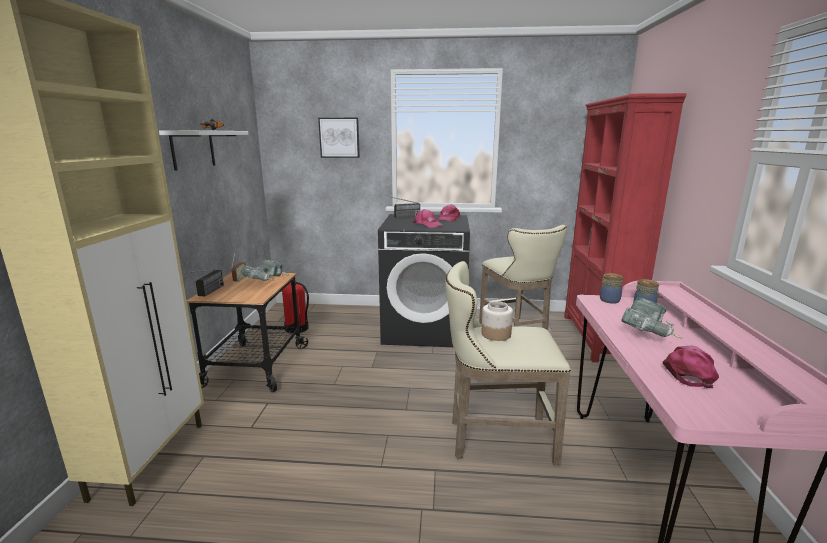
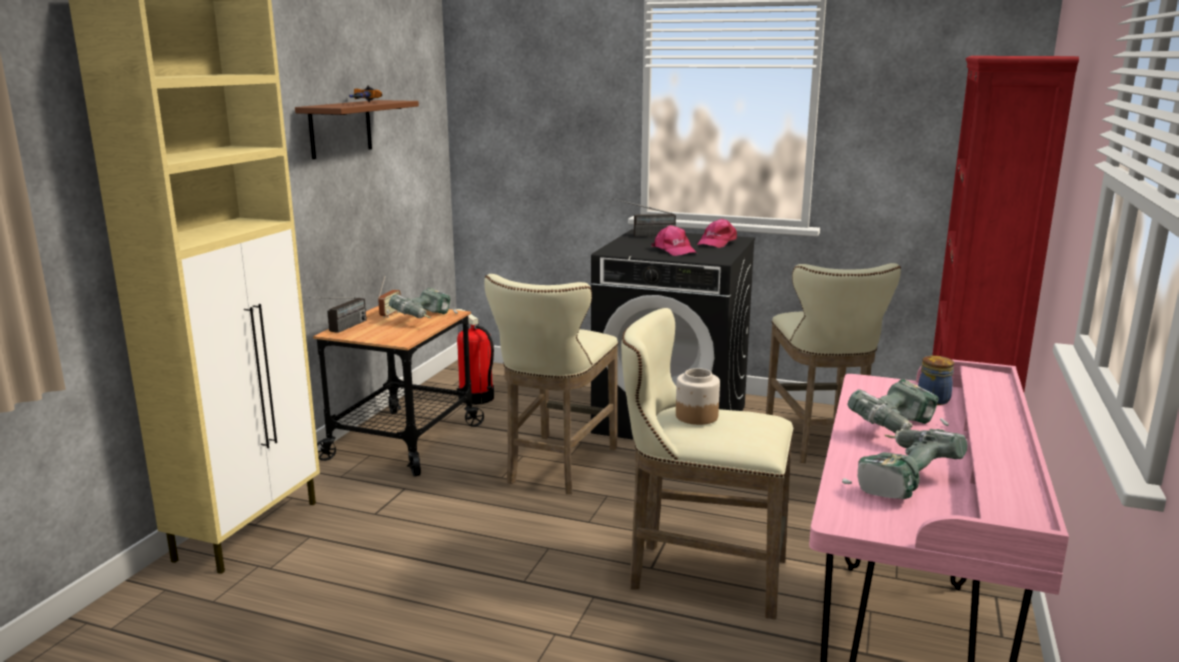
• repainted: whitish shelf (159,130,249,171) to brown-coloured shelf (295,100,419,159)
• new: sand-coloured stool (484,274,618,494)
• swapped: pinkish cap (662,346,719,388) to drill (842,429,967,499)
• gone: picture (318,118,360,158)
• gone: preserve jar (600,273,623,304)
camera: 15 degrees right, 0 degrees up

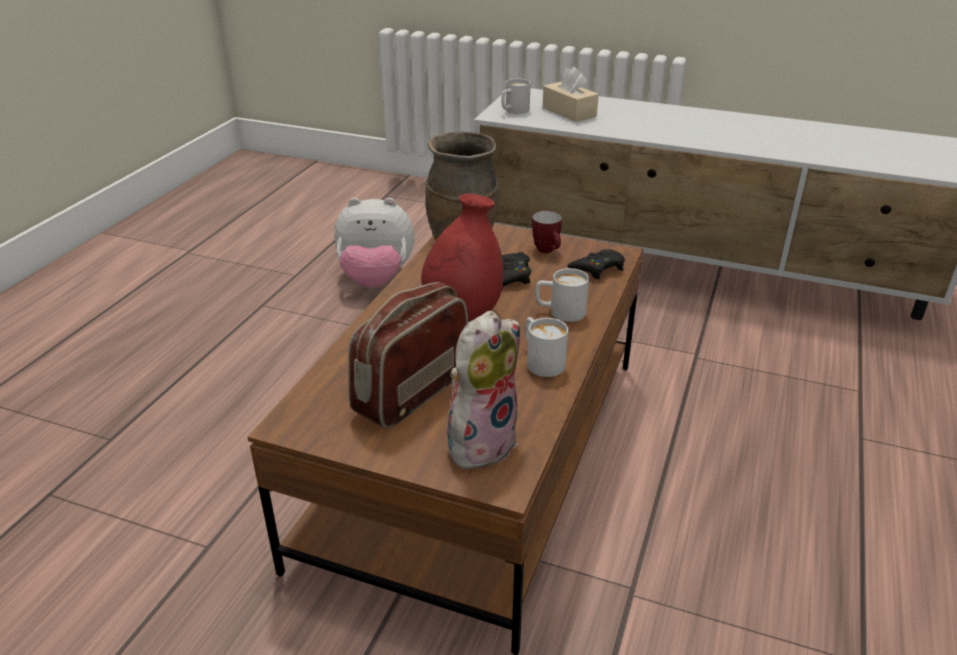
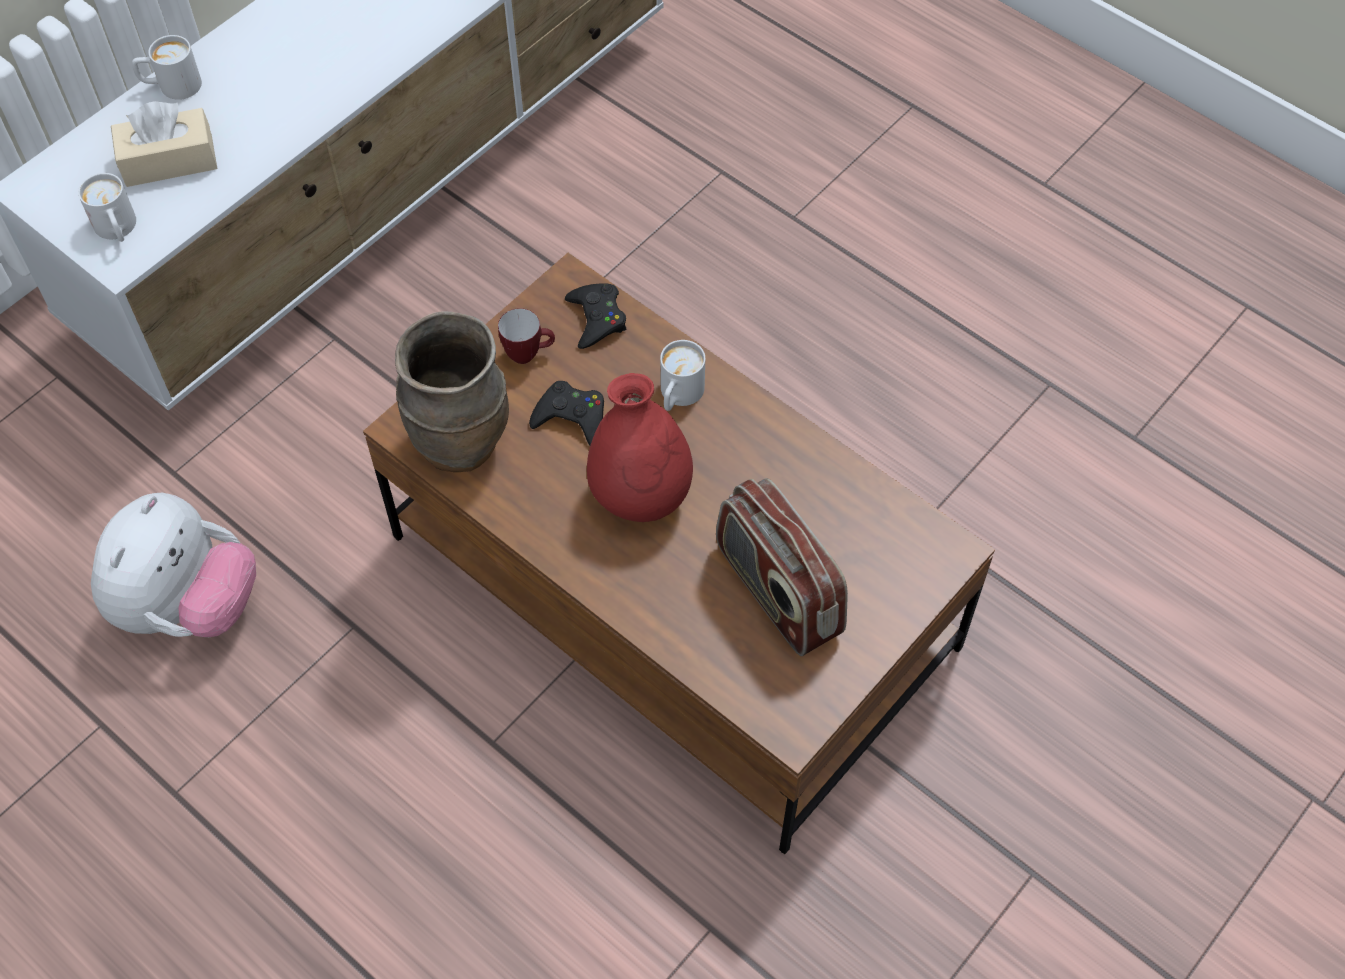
• shifted: whitish tea mug (525,317,568,377) to (132,35,202,100)
• gone: cuddly toy (447,310,520,474)
camera: 70 degrees left, 25 degrees up

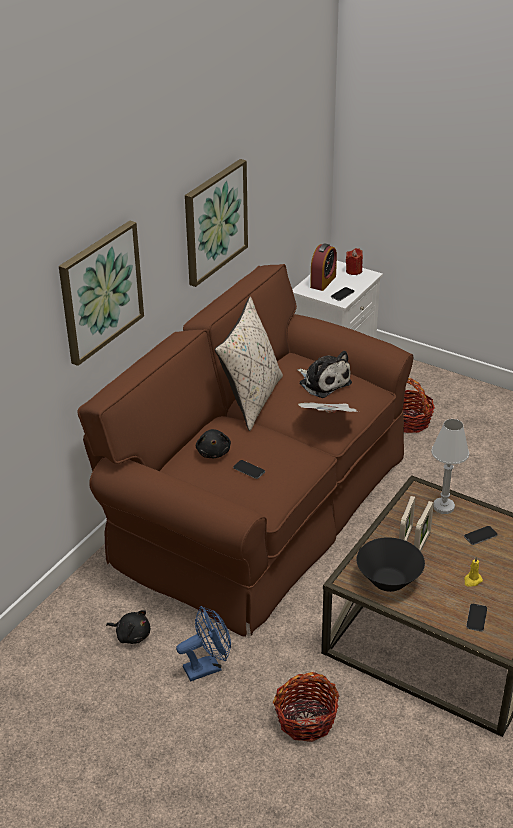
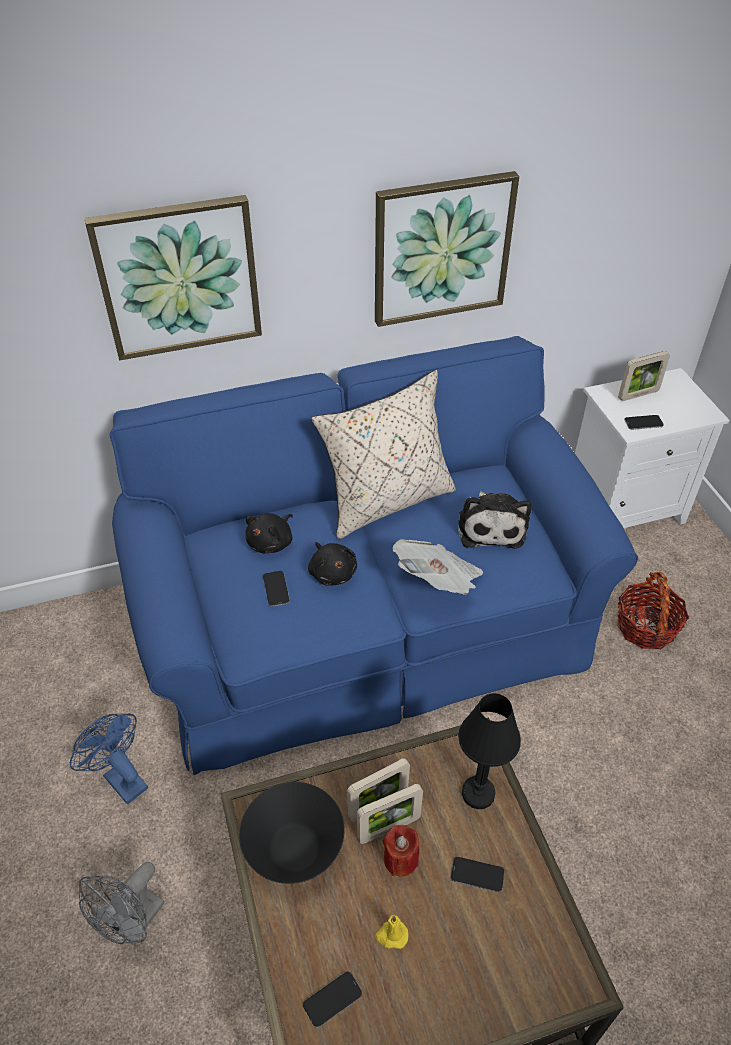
• rotated: blue fan (176,606,231,681) = (70,714,148,804) 150 degrees counterclockwise
• swapped: basket (273,672,339,742) to greyish fan (79,862,165,945)
• repainted: brown-coloured couch (77,264,413,637) to blue couch (110,336,638,775)
• shifted: black-coloured cuddly toy (106,610,150,644) to (308,542,357,586)
• shifted: red-coloured wax light (346,248,363,275) to (383,825,419,877)
• repainted: whitish tabletop lamp (431,419,469,514) to black-coloured tabletop lamp (458,693,521,809)
• swapped: bedside clock (310,243,337,291) to picture frame (618,351,670,401)
camera: 40 degrees right, 10 degrees up

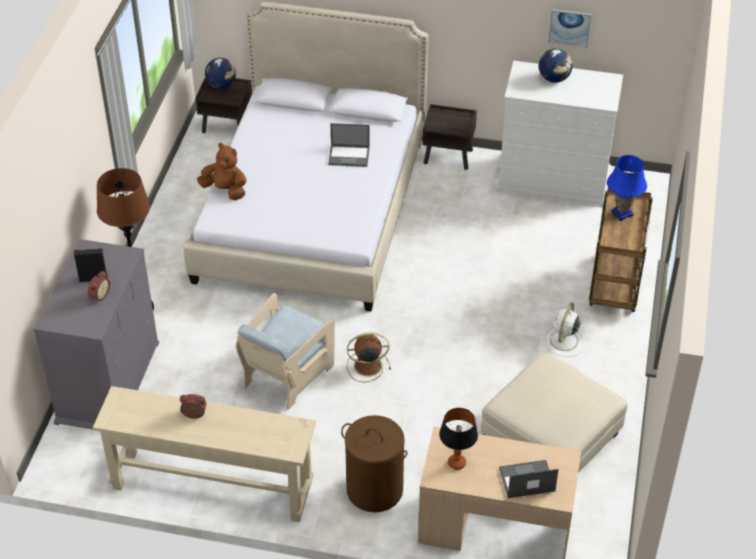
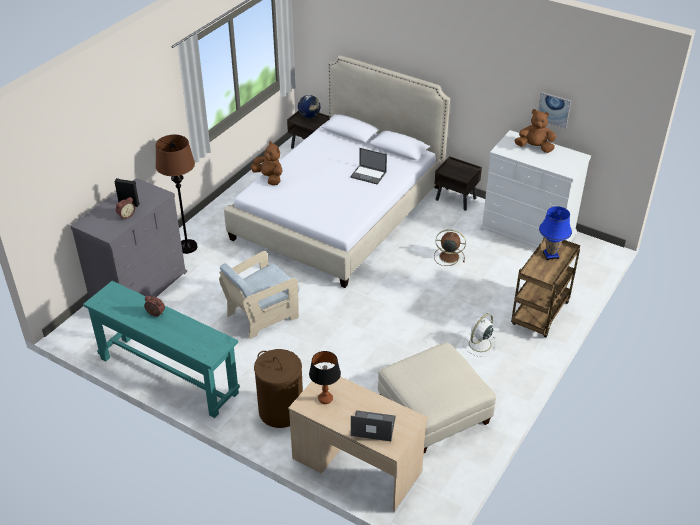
• repainted: sand-coloured console table (93,386,316,522) to turquoise-coloured console table (83,281,240,418)
• shifted: brown-coloured fan (347,333,391,382) to (434,229,466,266)
• swapped: world globe (539,49,573,83) to brown-coloured cuddly toy (514,109,556,153)
camera: 20 degrees right, 5 degrees down

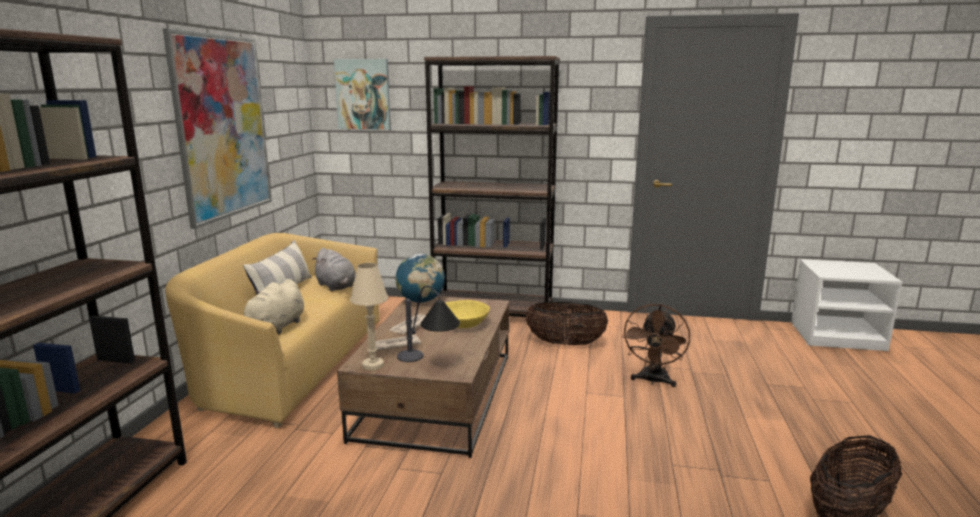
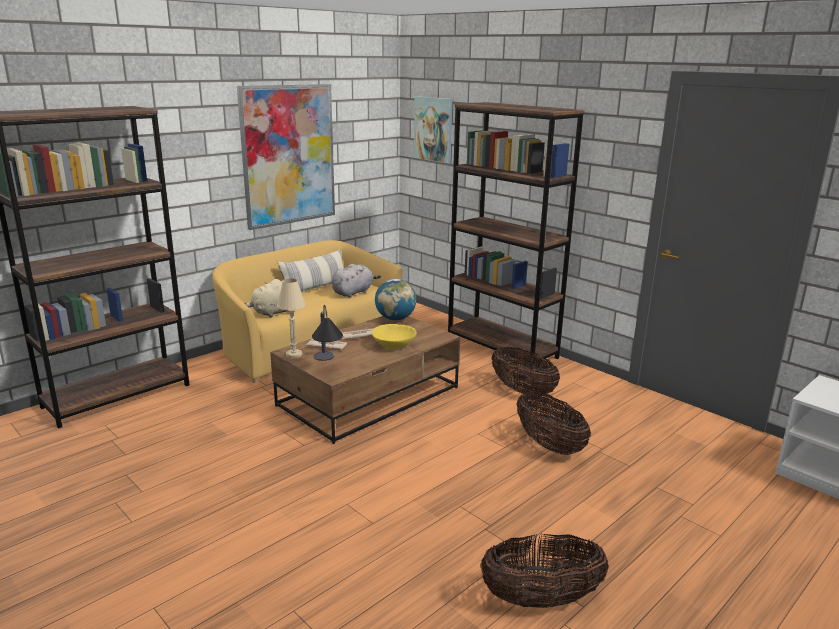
• rotated: greyish cuddly toy (312,248,355,291) = (332,264,381,298) 135 degrees counterclockwise
• swapped: brown-coloured fan (622,304,690,387) to basket (516,392,591,455)
camera: 35 degrees right, 5 degrees up

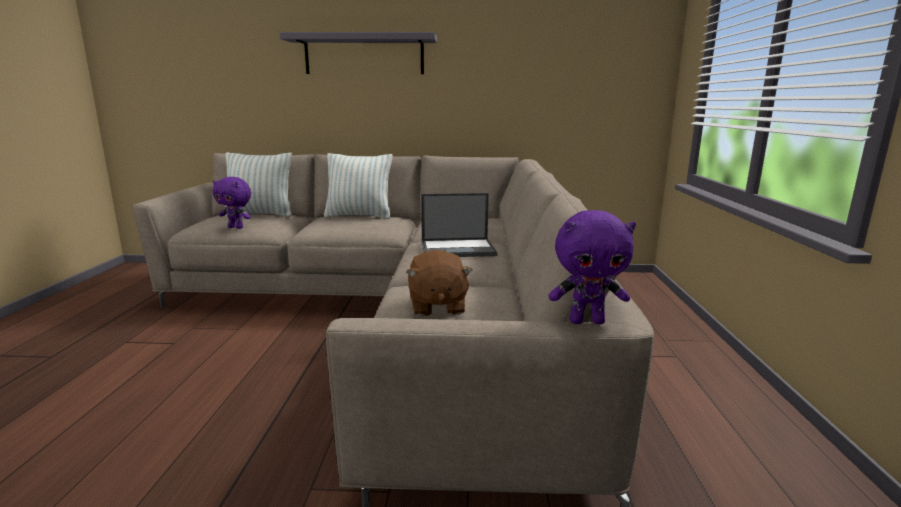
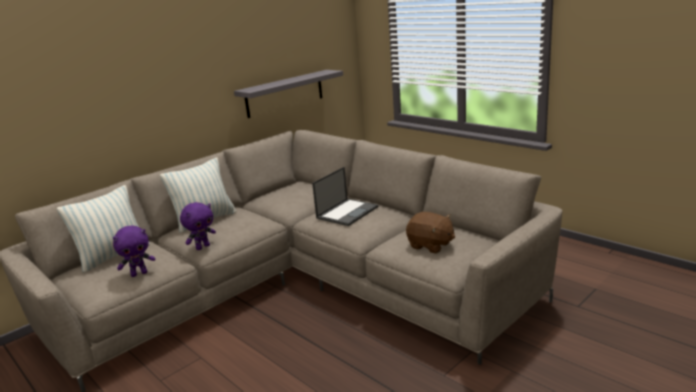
• shifted: purplish cuddly toy (548,210,636,324) to (180,202,216,250)
• shifted: greyish shelf (279,32,437,74) to (234,70,343,118)
camera: 45 degrees left, 5 degrees up

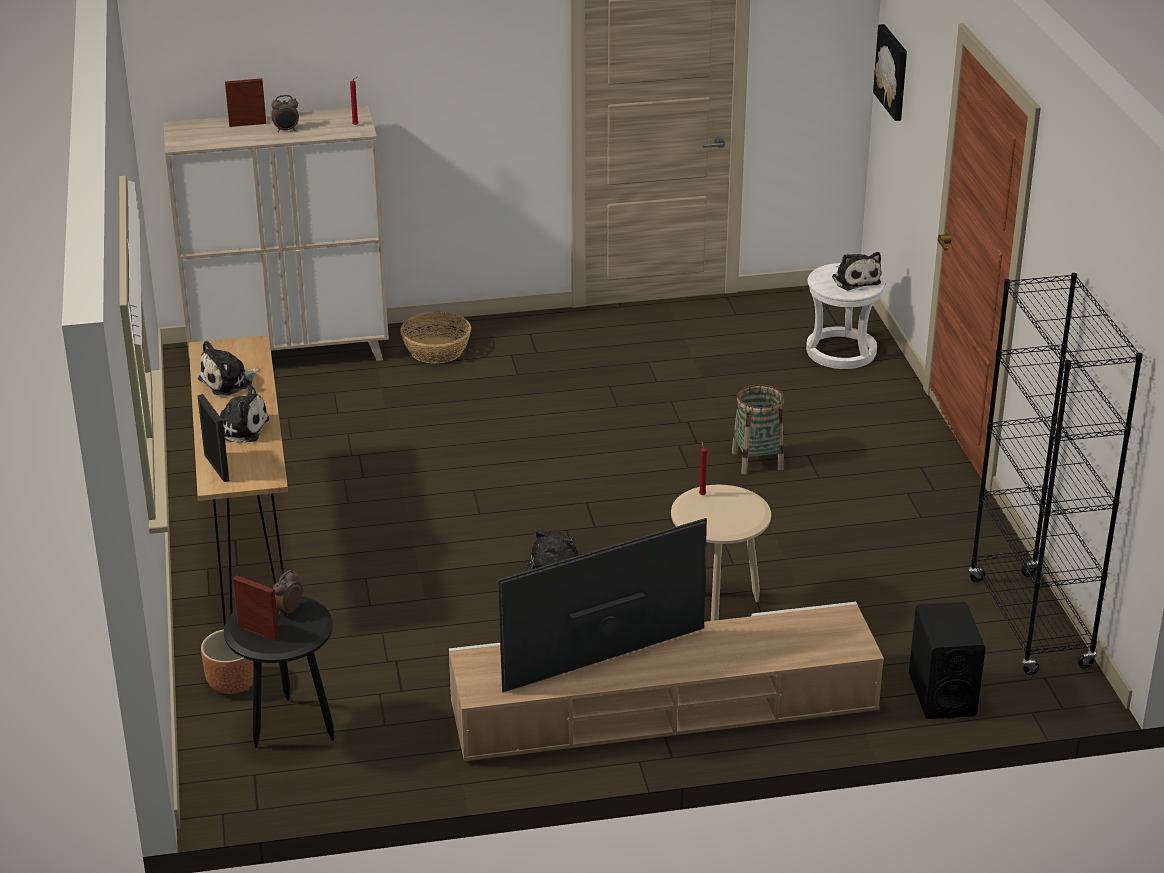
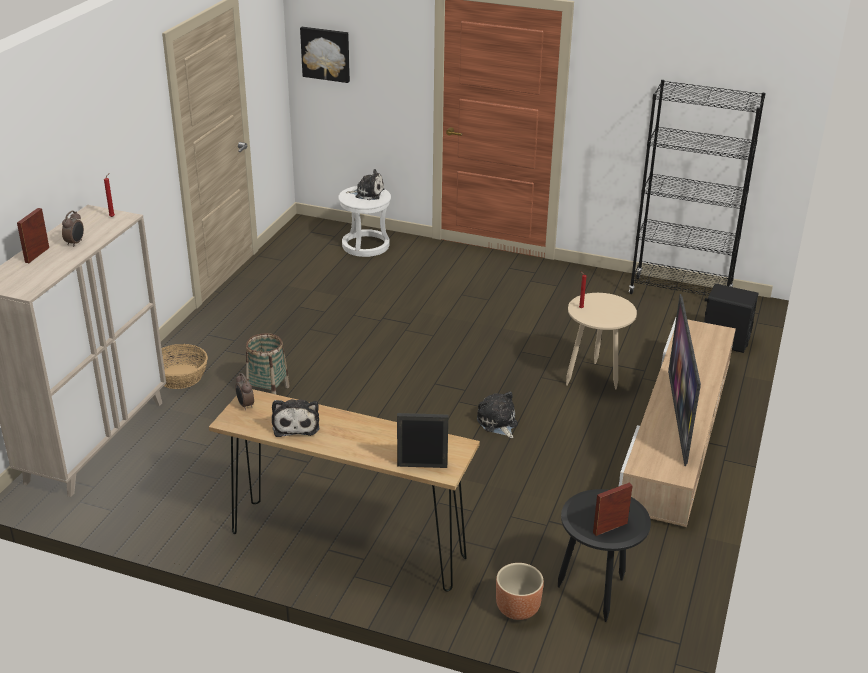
• shifted: bedside clock (273,570,303,616) to (235,373,254,410)
• shifted: basket (732,384,784,474) to (246,333,290,394)
• gone: cuddly toy (200,385,269,443)
camera: 60 degrees left, 0 degrees up

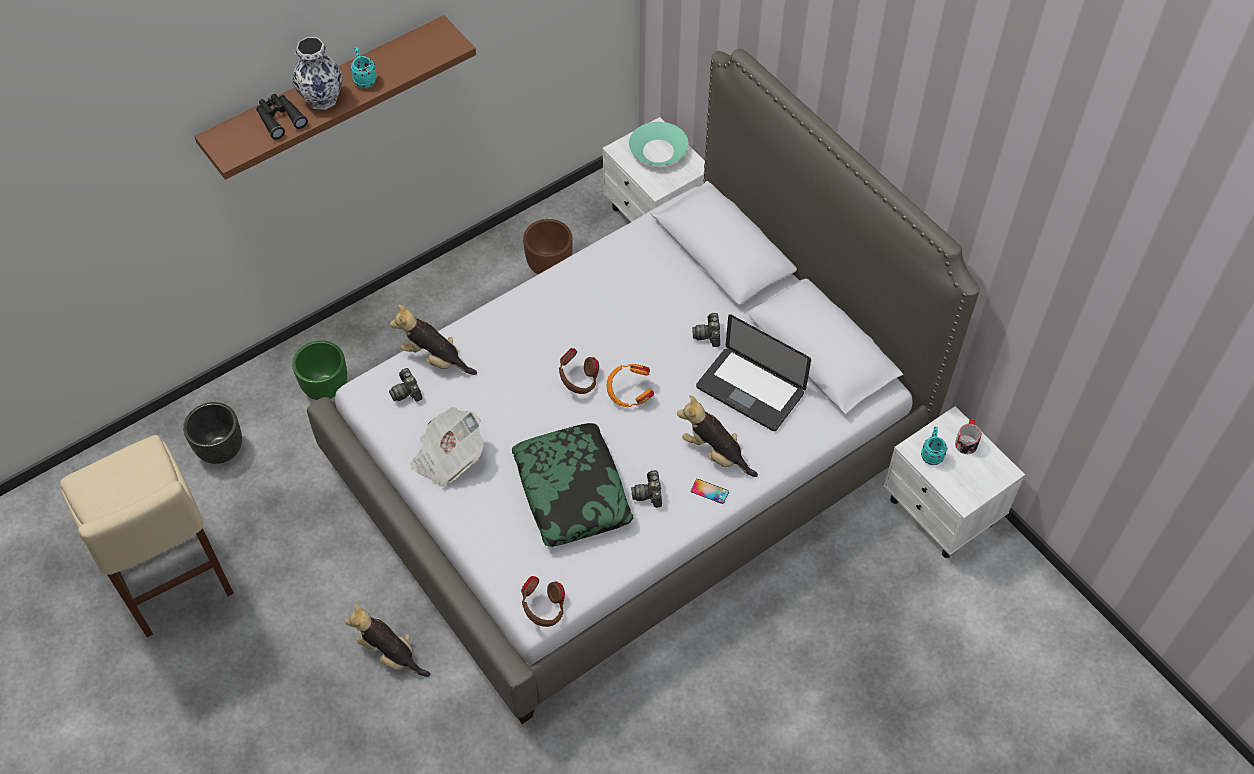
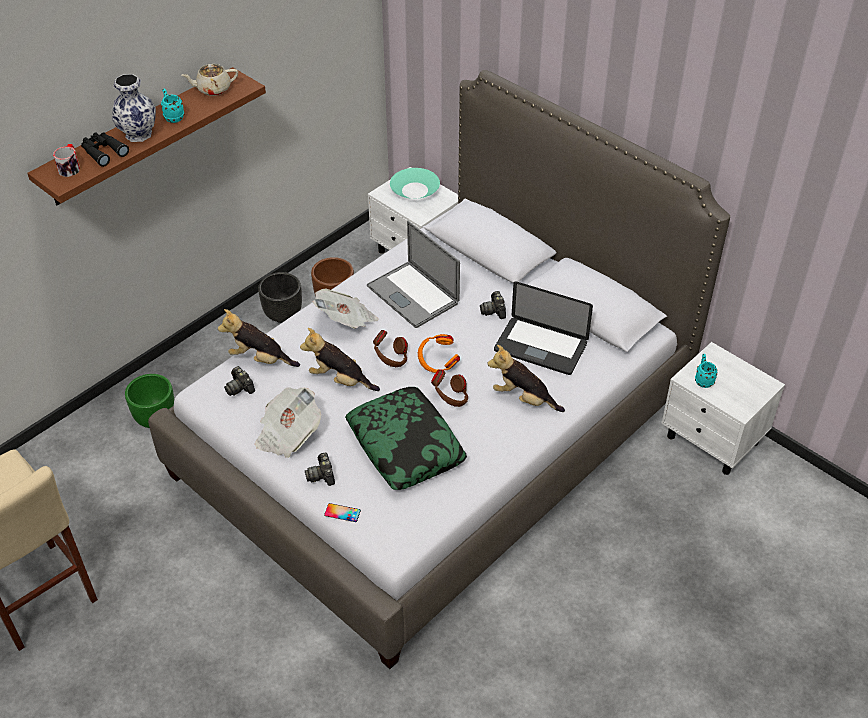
• shifted: tea mug (955,419,982,454) to (53,144,80,177)
• new: sand-coloured tea pot (182,64,238,96)
• shifted: black-coloured flower pot (183,402,242,464) to (258,272,302,323)
• shifted: cuddly toy (345,604,431,677) to (300,328,380,391)
• shifted: still camera (631,470,662,508) to (305,452,335,486)
• new: printed paper (312,288,378,329)
• shifted: telephone (691,479,729,504) to (324,503,361,522)
• new: laptop (367,221,460,328)
• shifted: brown-coloured pair of headphones (521,576,565,627) to (431,369,468,407)
camera: 10 degrees left, 10 degrees down

